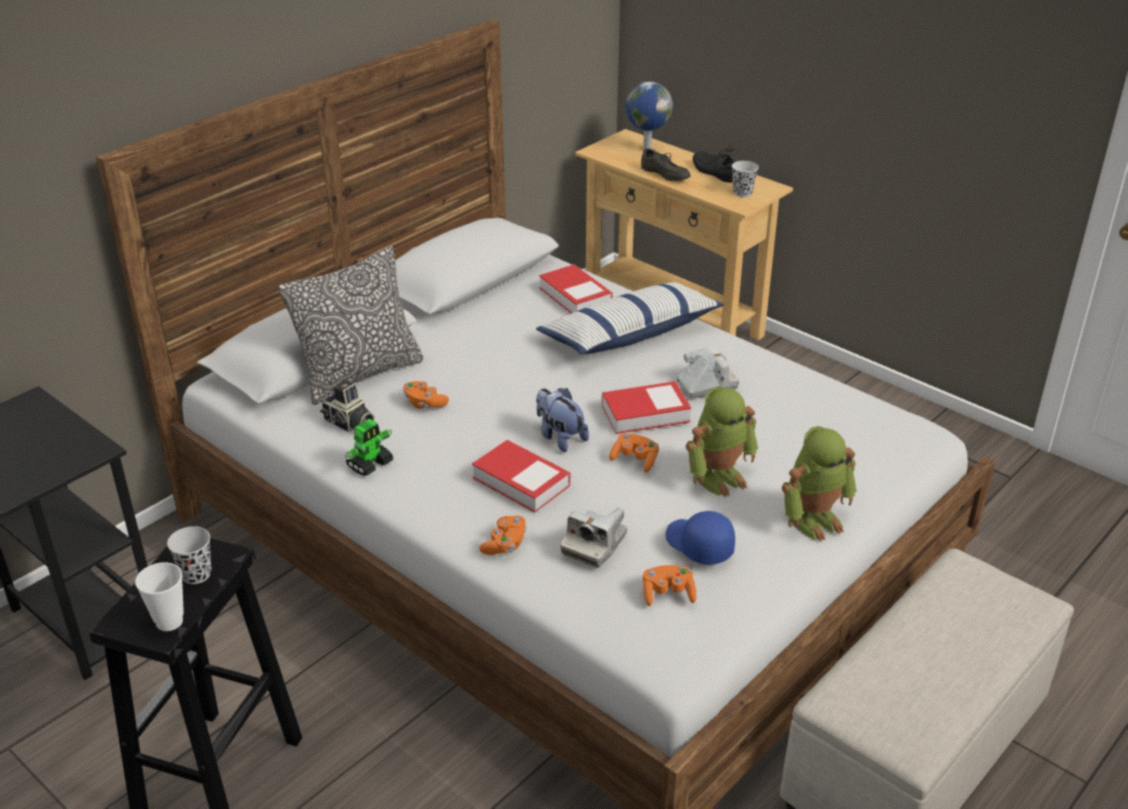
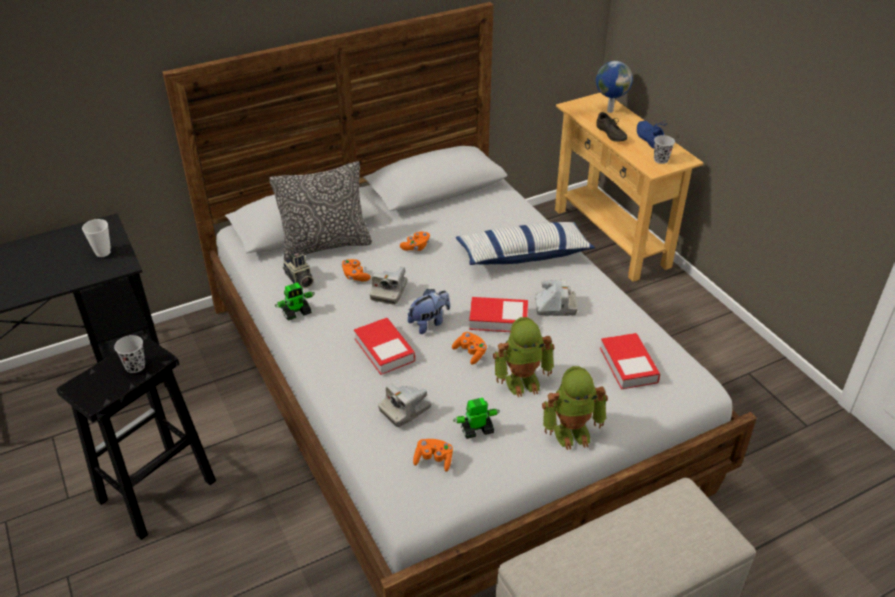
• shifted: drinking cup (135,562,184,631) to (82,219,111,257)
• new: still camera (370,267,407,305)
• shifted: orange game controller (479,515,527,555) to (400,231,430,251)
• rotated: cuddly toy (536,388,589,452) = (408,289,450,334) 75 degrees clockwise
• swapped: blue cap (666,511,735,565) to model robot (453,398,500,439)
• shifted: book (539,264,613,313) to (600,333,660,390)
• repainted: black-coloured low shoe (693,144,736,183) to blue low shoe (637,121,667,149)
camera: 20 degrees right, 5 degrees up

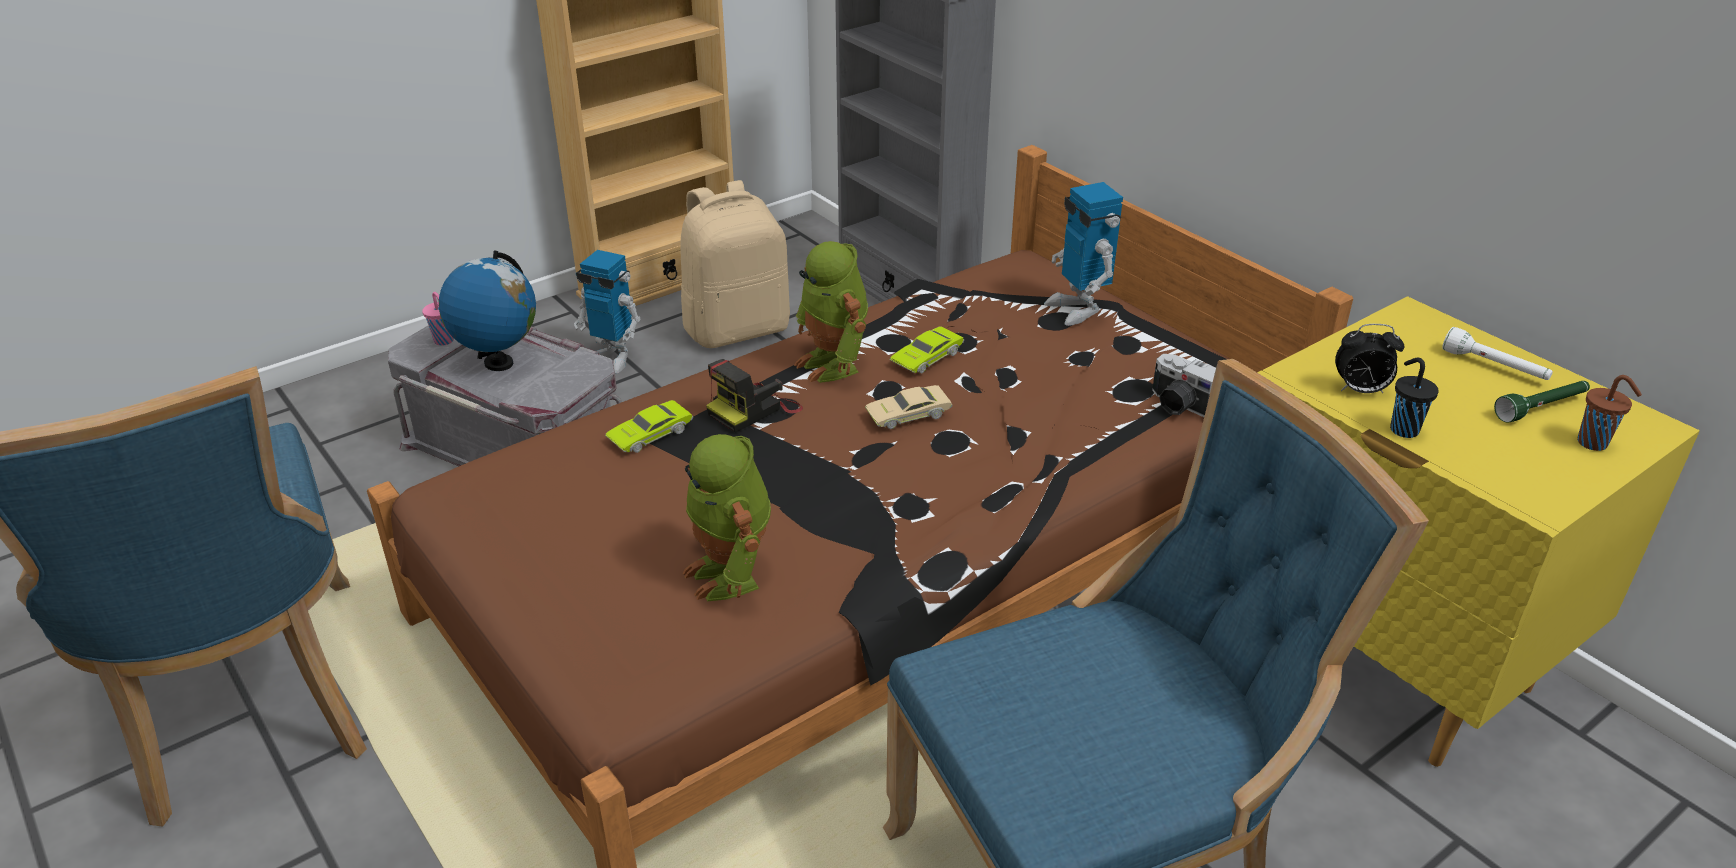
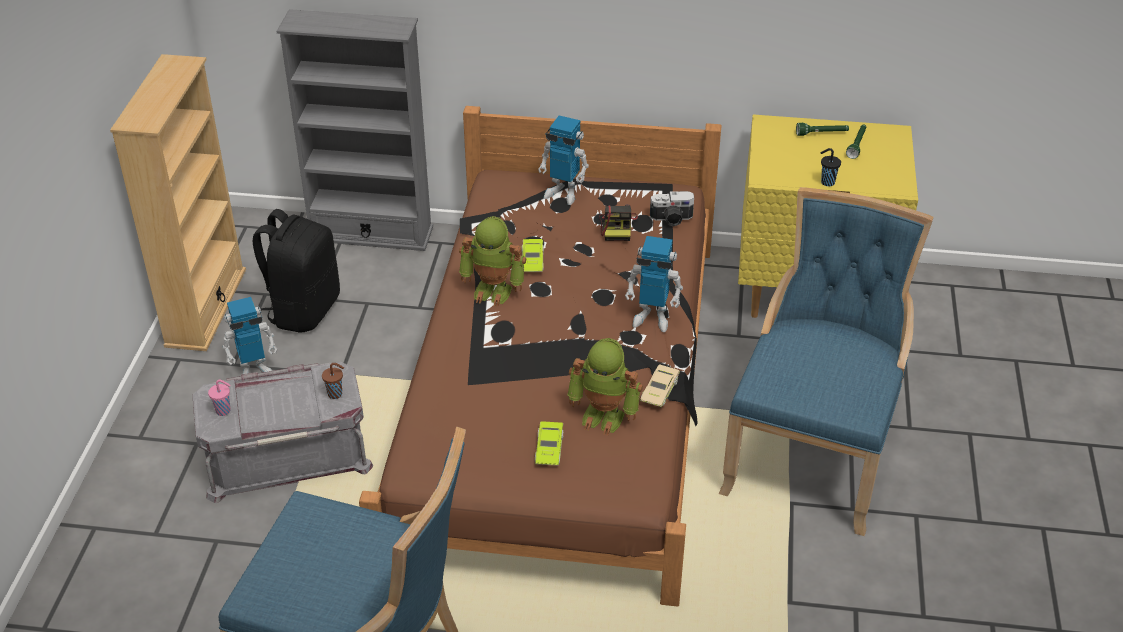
• repainted: sand-coloured knapsack (680,180,790,348) to black-coloured knapsack (252,209,340,333)
• shifted: brown-coloured drinking cup (1577,375,1642,451) to (322,363,344,399)
• shifted: greenish toy car (605,400,693,453) to (535,421,564,466)
• shifted: still camera (706,359,803,433) to (599,204,638,241)
• new: model robot (625,236,683,332)
• shifted: sand-coloured toy car (865,385,953,429) to (640,364,680,407)
• repainted: whitish torch (1442,327,1553,380) to greenish torch (796,123,849,136)
• gone: world globe (439,251,536,371)
• gone: bedside clock (1335,324,1405,393)
camera: 45 degrees left, 5 degrees up

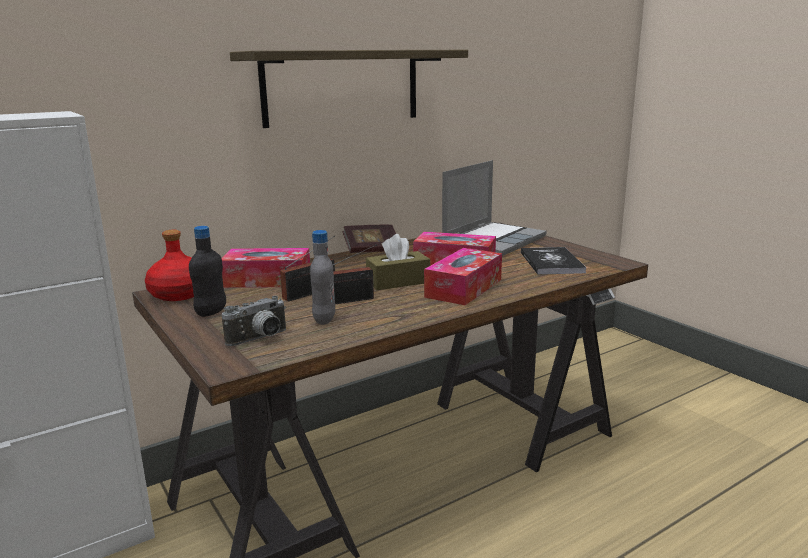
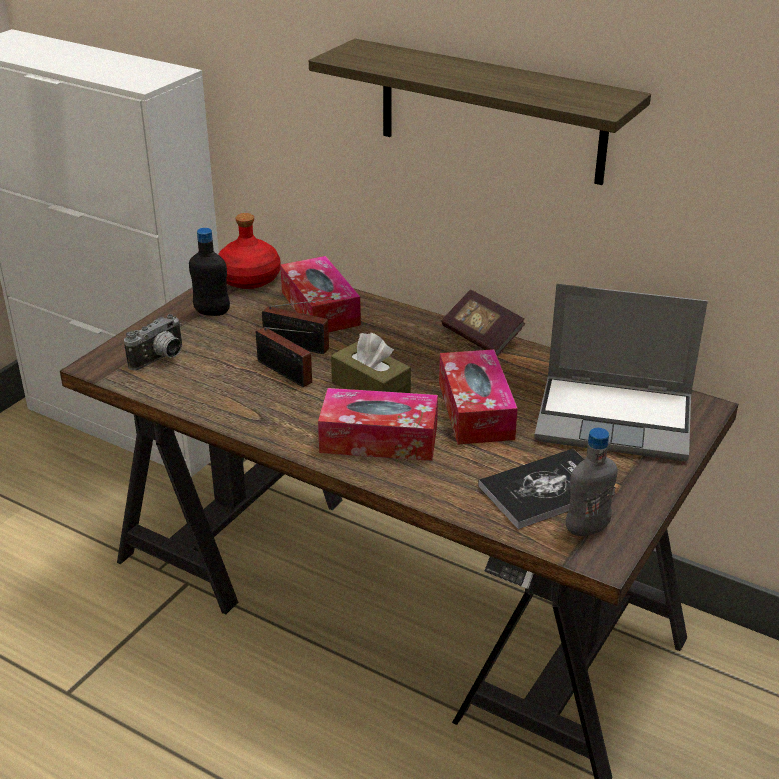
• rotated: still camera (222,296,286,346) = (124,314,182,370) 75 degrees counterclockwise
• shifted: greyish beverage bottle (310,230,335,325) to (566,428,618,536)
camera: 65 degrees right, 15 degrees up

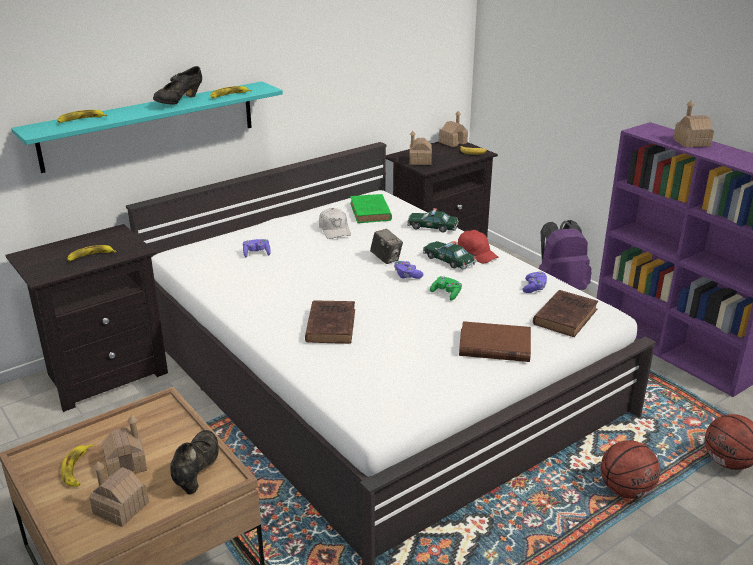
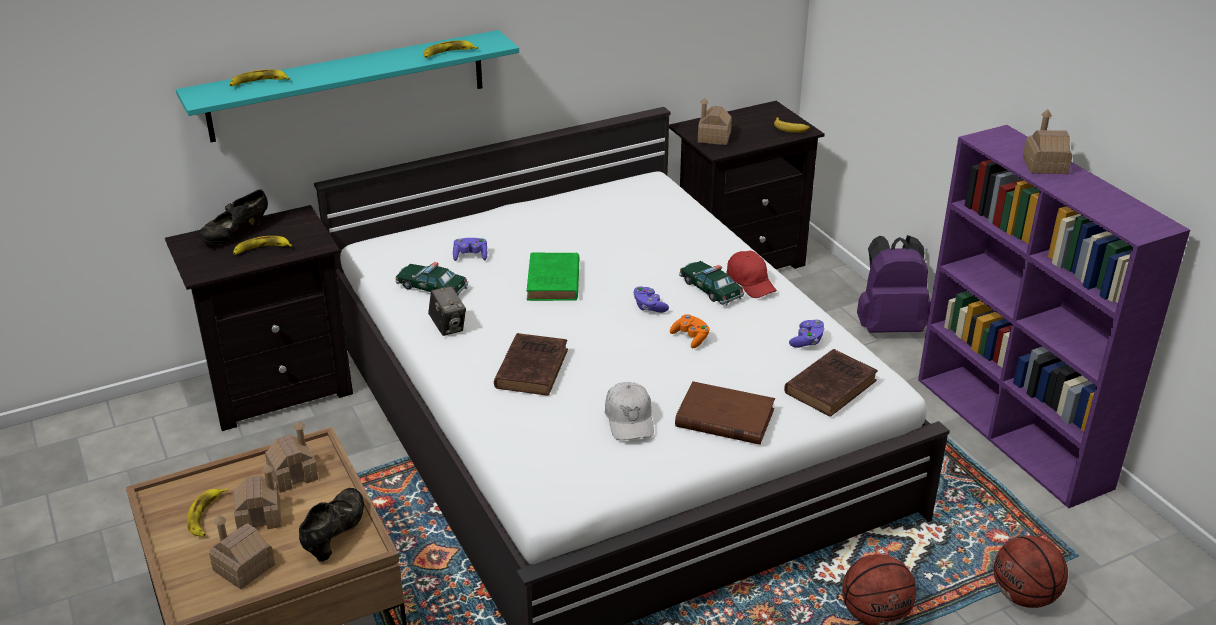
• shifted: black-coloured low shoe (153,66,202,104) to (198,190,268,244)
• shifted: model house (439,111,468,147) to (265,421,318,493)
• shifted: toy car (407,208,458,233) to (395,262,468,295)
• shifted: still camera (370,229,403,264) to (428,286,466,336)
• shifted: greenish book (350,194,392,223) to (527,253,579,301)
• shifted: whitish cap (319,208,351,239) to (605,382,654,440)
• repainted: greenish game controller (430,276,462,301) to orange game controller (670,314,710,348)
camera: 10 degrees right, 5 degrees up

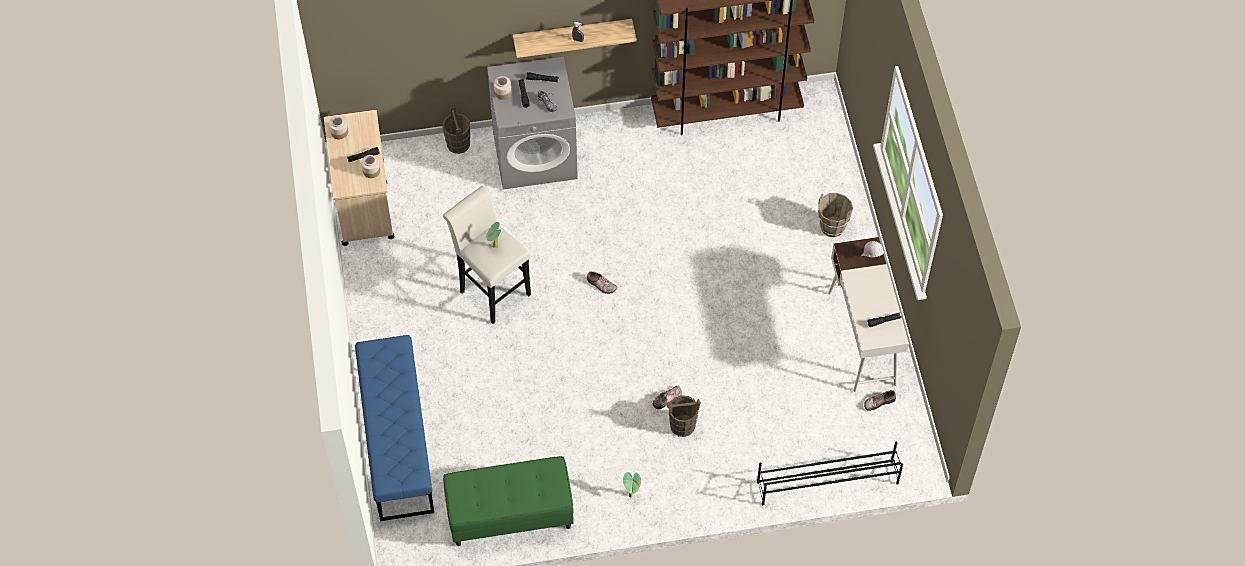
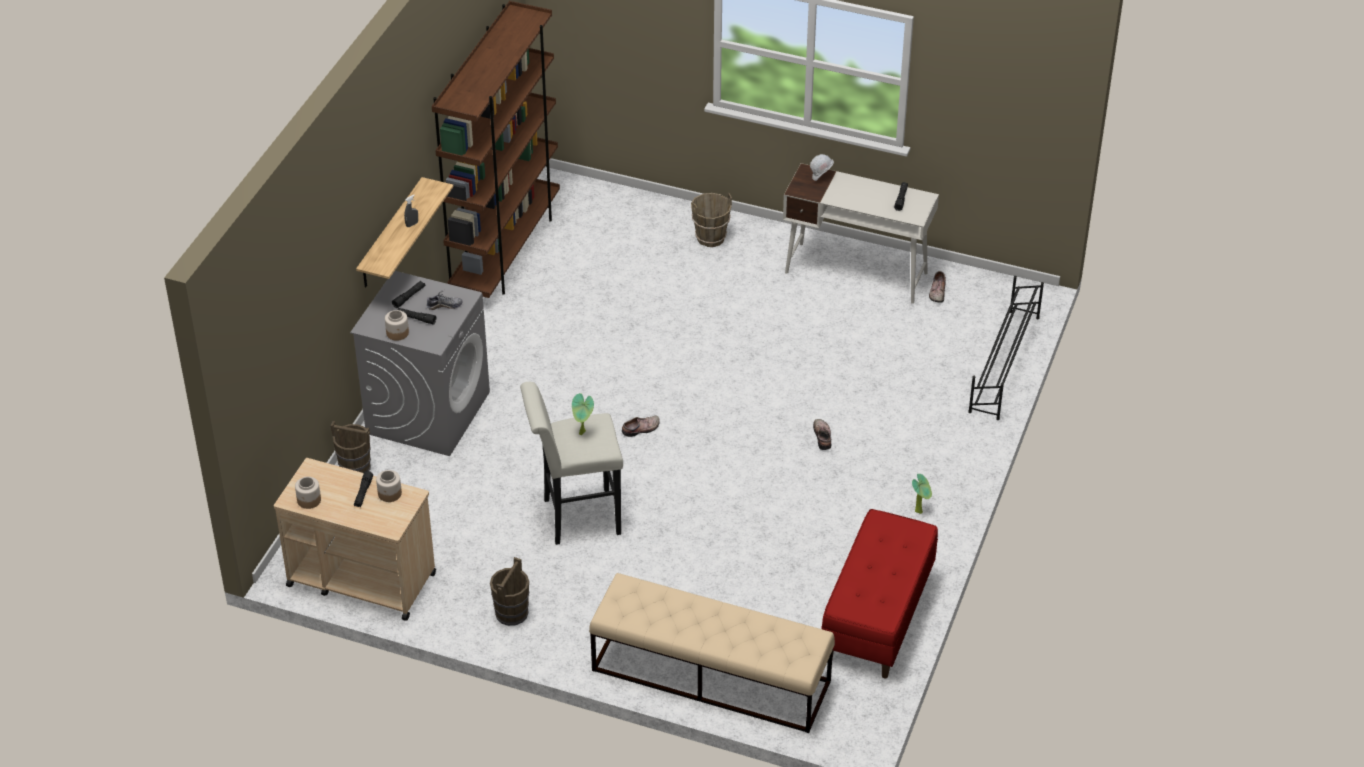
• shifted: brown-coloured pail (667,395,701,437) to (490,557,529,626)
• repainted: blue long seat (355,335,434,521) to sand-coloured long seat (589,573,835,733)
• repainted: greenish long seat (443,456,574,546) to red-coloured long seat (822,509,938,678)
camera: 60 degrees left, 15 degrees down

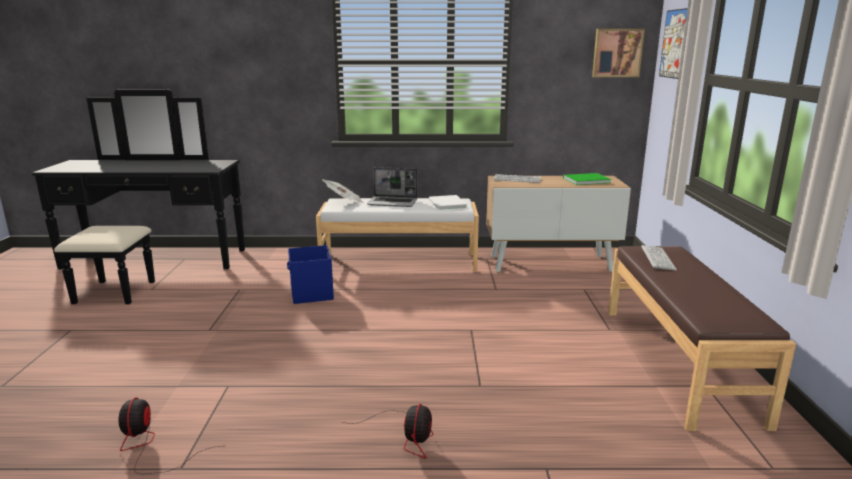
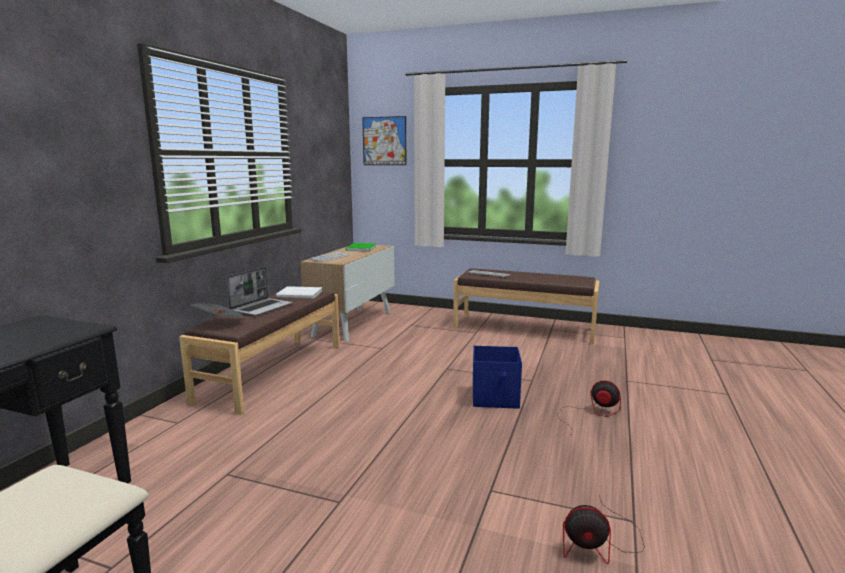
• repainted: whitish long seat (316,198,479,272) to brown-coloured long seat (179,290,340,415)
• shifted: blue storage bin (287,245,334,304) to (473,346,522,409)
• gone: picture (592,29,645,77)
camera: 70 degrees left, 5 degrees down

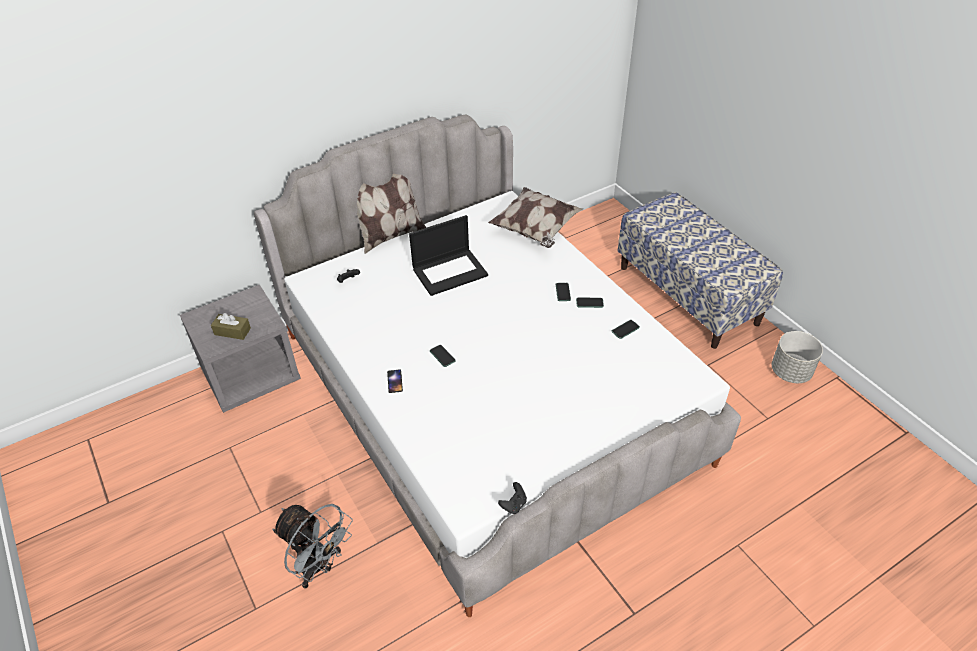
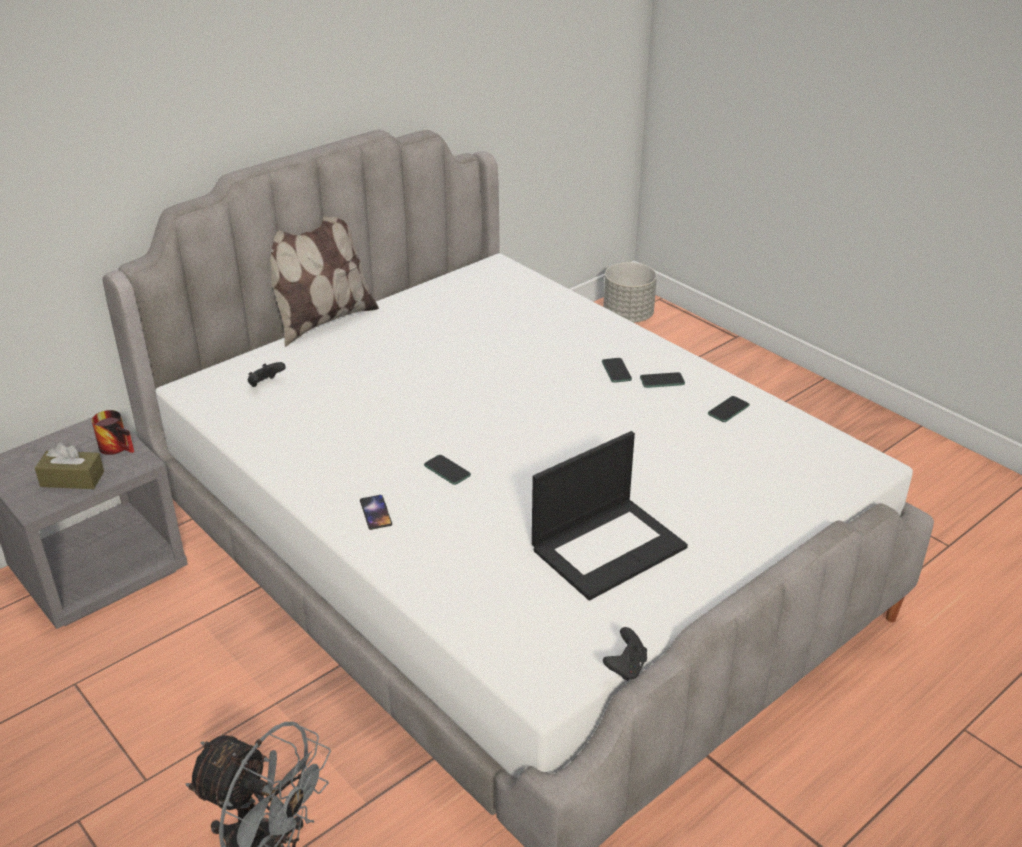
• new: tea mug (92,410,134,455)
• shifted: laptop (409,215,488,296) to (532,431,688,601)
• shifted: greyish flower pot (772,331,823,383) to (603,262,657,323)
• gone: cushion (488,187,583,248)
• gone: long seat (618,192,783,349)
camera: 10 degrees left, 10 degrees down

